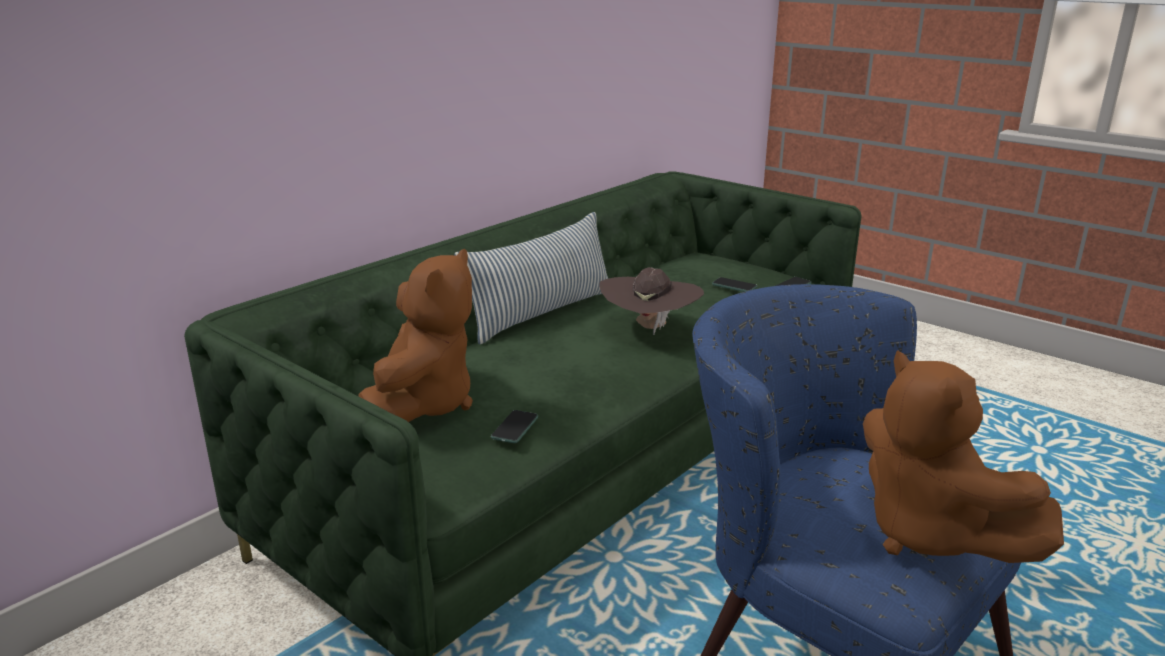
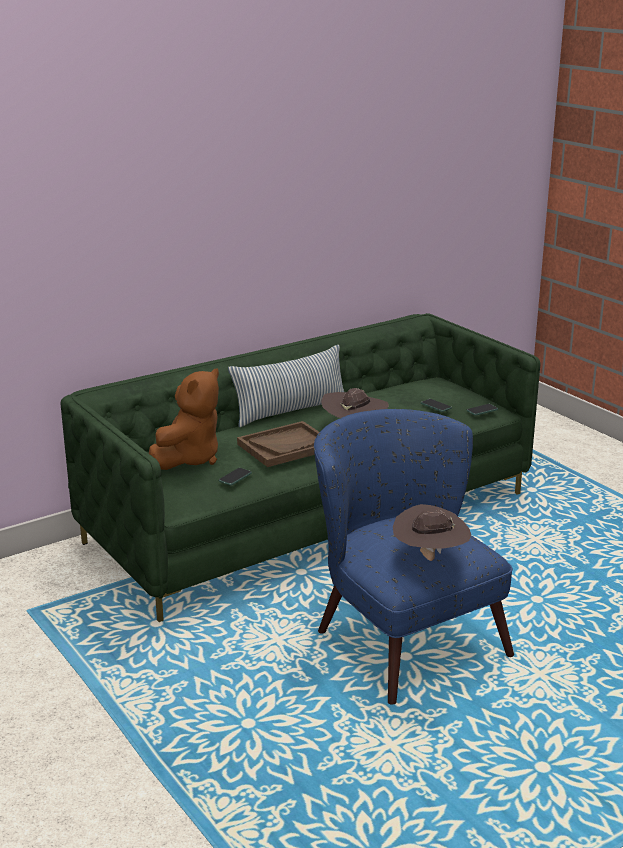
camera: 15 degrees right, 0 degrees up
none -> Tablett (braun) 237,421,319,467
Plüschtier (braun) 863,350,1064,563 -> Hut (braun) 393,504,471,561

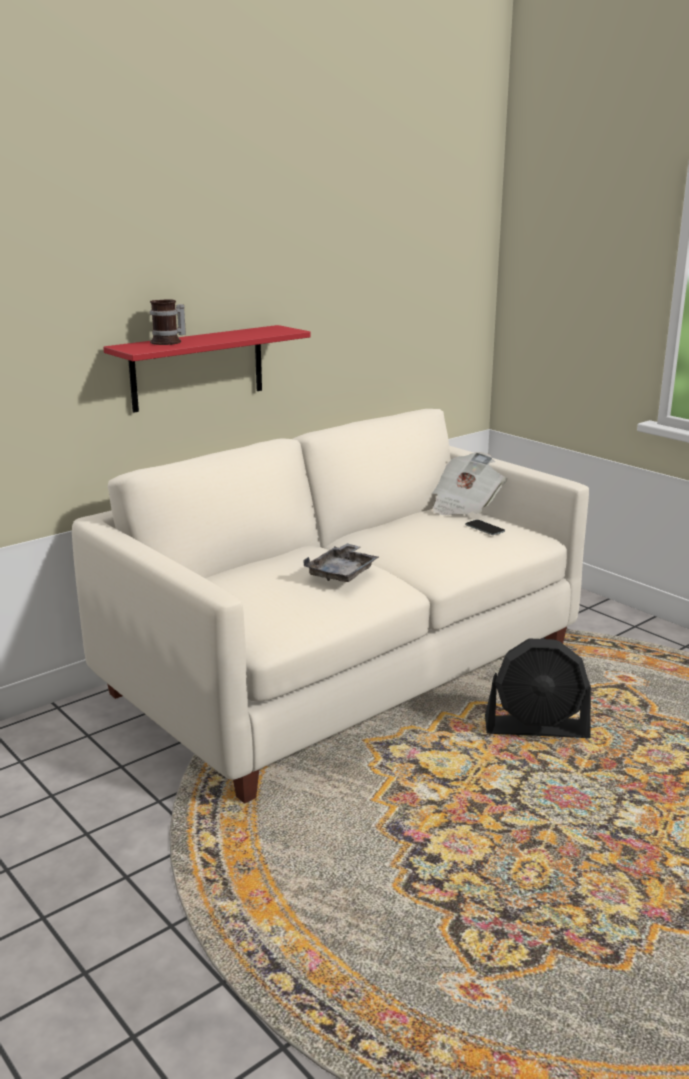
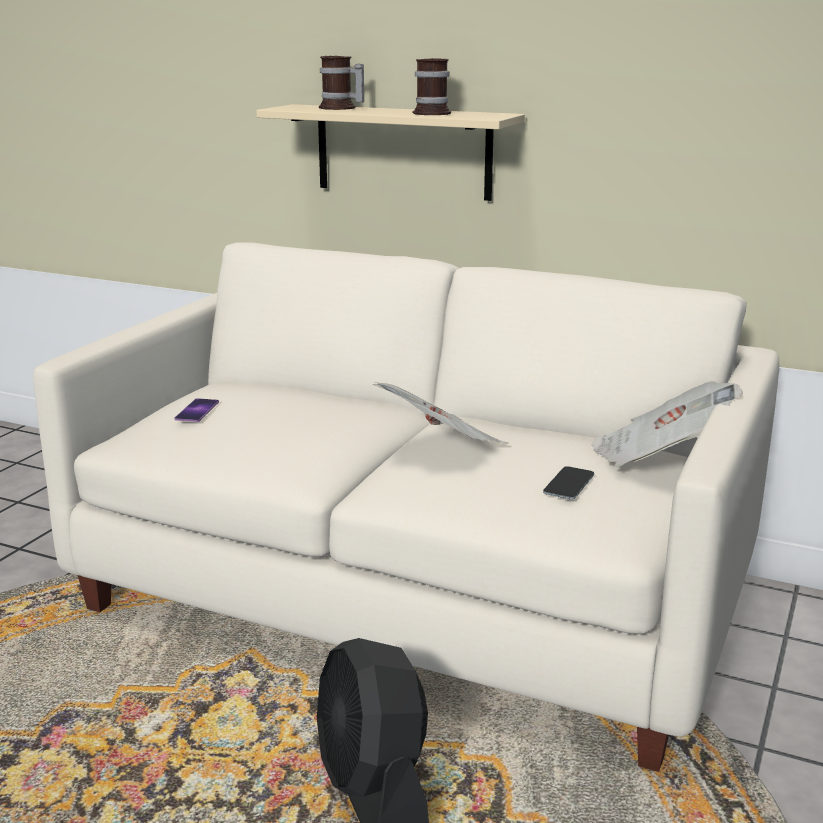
camera: 65 degrees right, 0 degrees up
none -> Handy 175,398,219,422
Wandregal (rot) 103,325,311,412 -> Wandregal (beige) 256,104,525,201
none -> Zeitung 372,383,509,444
none -> Henkelbecher 413,58,451,115
Tablett (grau) 303,543,379,582 -> none

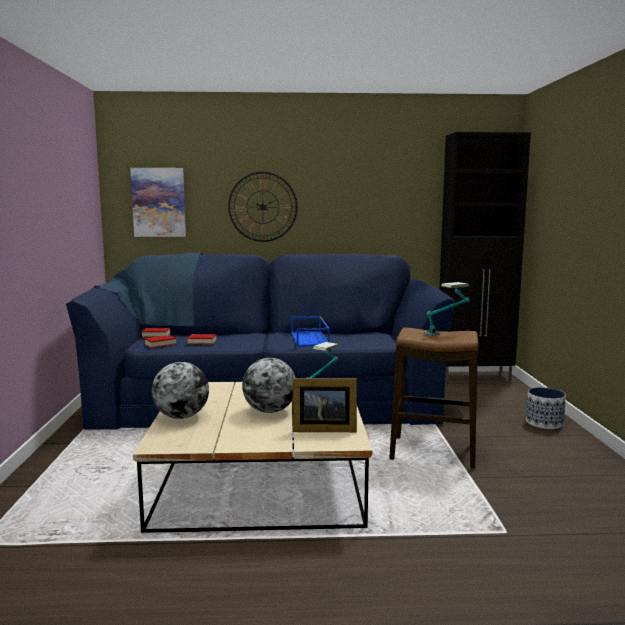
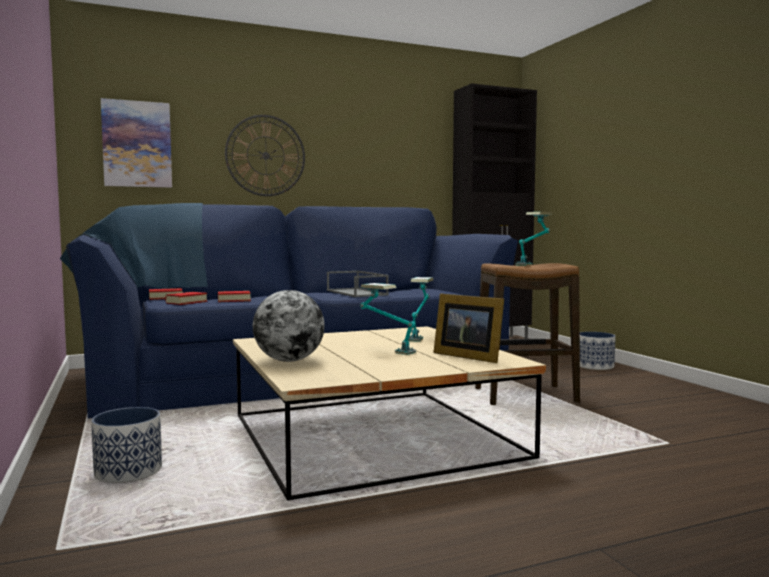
camera: 20 degrees left, 5 degrees down
none -> Pflanzkübel 91,407,162,483
Tablett (blau) 291,316,330,347 -> Tablett (grau) 327,271,389,297
Globus 242,358,296,413 -> Tischlampe 360,283,417,355
Bilderrahmen 293,378,357,432 -> Bilderrahmen 433,293,504,363, 60 degrees clockwise

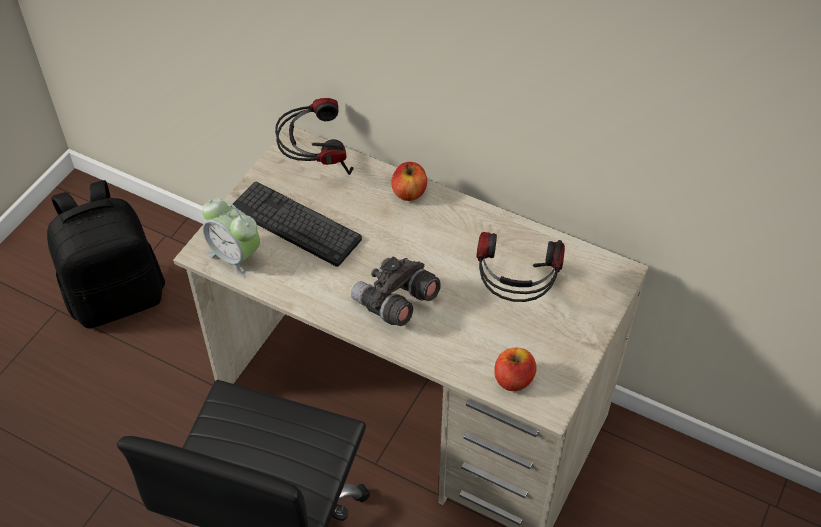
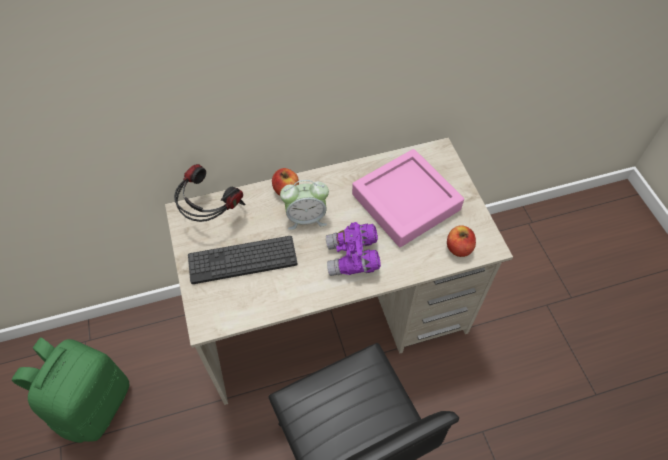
camera: 45 degrees left, 5 degrees up
Rucksack (schwarz) 47,180,165,329 -> Rucksack (grün) 12,337,129,443
Wecker 202,198,260,278 -> Wecker 280,180,329,230, shifted
Fernglas (grau) 351,256,441,326 -> Fernglas (lila) 326,222,381,276
Kopfhörer 477,232,565,302 -> Tablett (rosa) 352,149,464,247

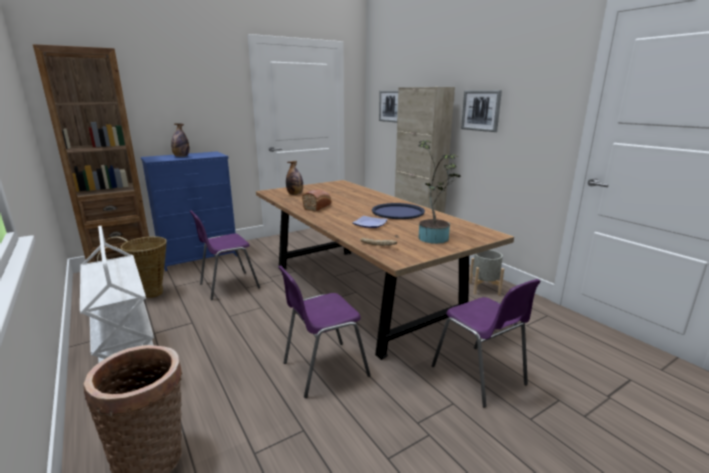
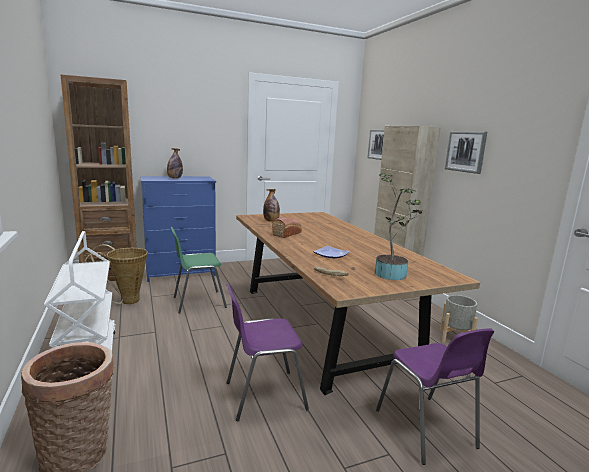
camera: 10 degrees right, 5 degrees down
Stuhl (lila) 190,210,260,300 -> Stuhl (grün) 170,227,227,313
Tablett (blau) 372,203,425,219 -> none

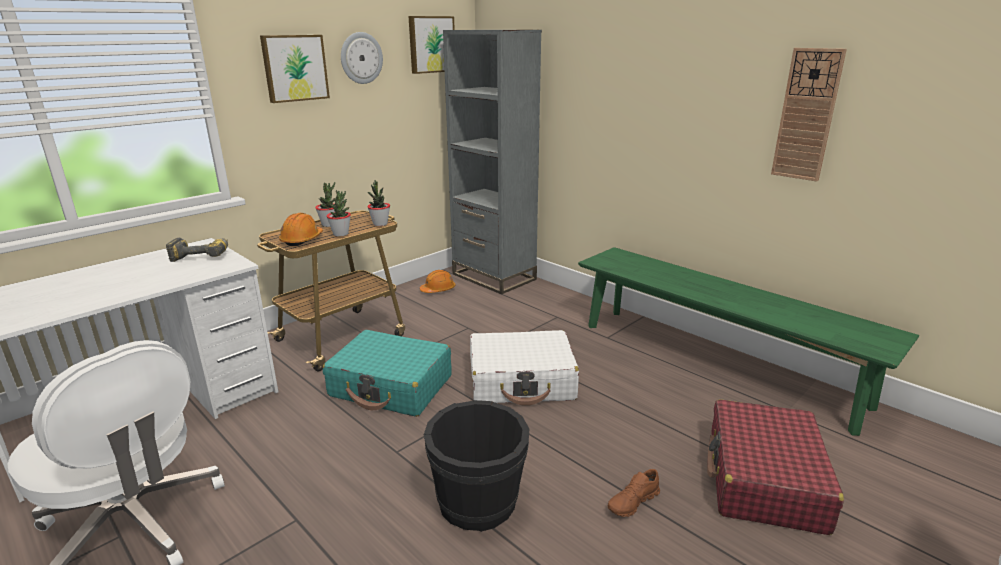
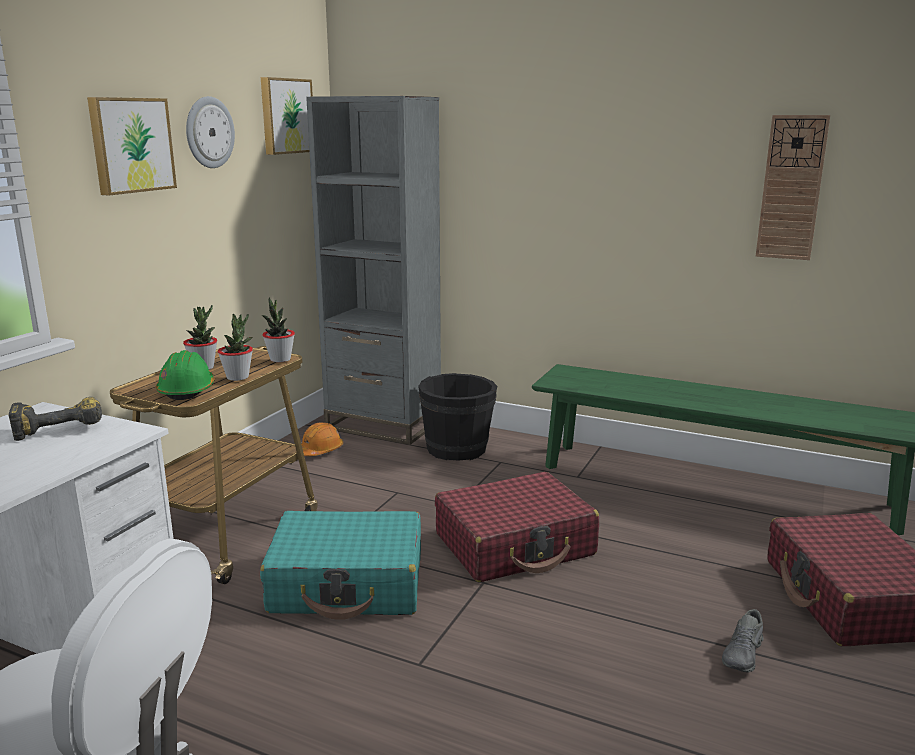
camera: 20 degrees left, 5 degrees down
Schutzhelm (orange) 279,213,323,246 -> Schutzhelm (grün) 156,350,215,400
Eimer (schwarz) 424,400,529,532 -> Eimer (schwarz) 418,373,497,461, shifted
Koffer (weiß) 470,330,579,406 -> Koffer (rot) 435,472,599,582
Schuh (braun) 608,469,660,517 -> Schuh (grau) 722,609,763,673

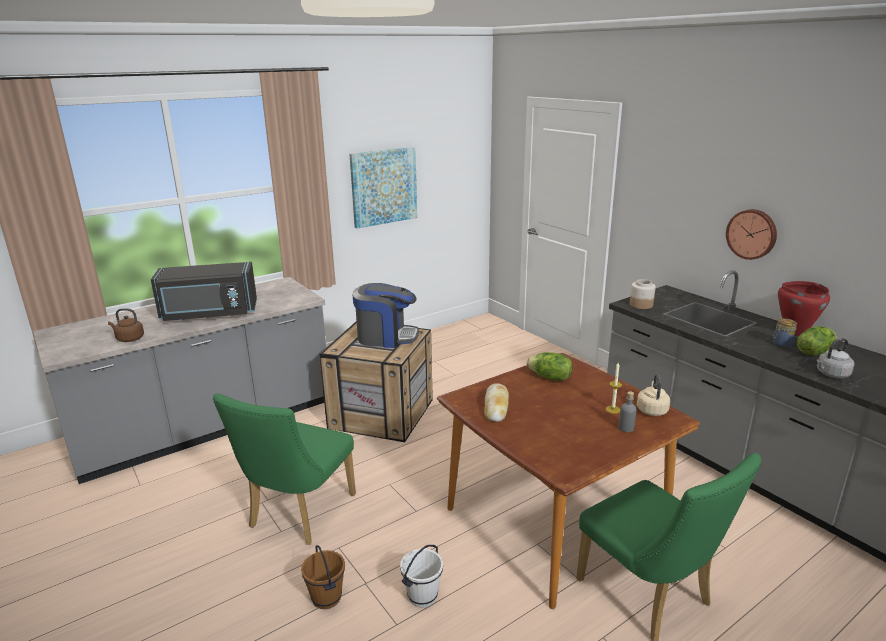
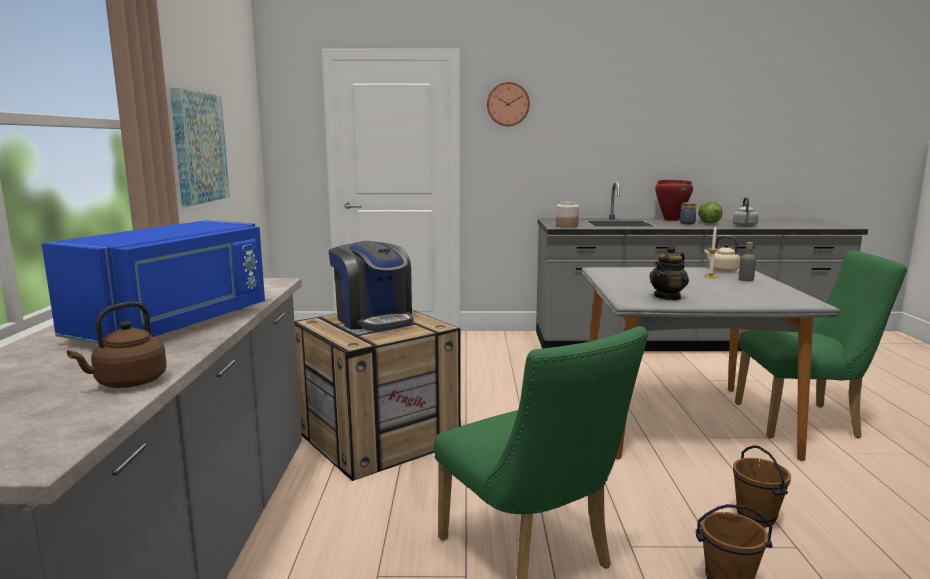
camera: 55 degrees left, 10 degrees down
Mikrowelle (schwarz) 151,262,257,321 -> Mikrowelle (blau) 42,220,265,344
Kaffeemaschine 352,283,419,348 -> Kaffeemaschine 328,241,413,331, 105 degrees clockwise
Wanduhr 726,209,777,260 -> Wanduhr 487,82,530,126, shifted
Esstisch (braun) 437,353,700,609 -> Esstisch (grau) 582,267,840,461
Brot 484,383,509,422 -> Teekanne 650,245,689,301
Eimer (weiß) 400,545,443,607 -> Eimer (braun) 733,445,791,528
Salatkopf 527,352,573,380 -> none

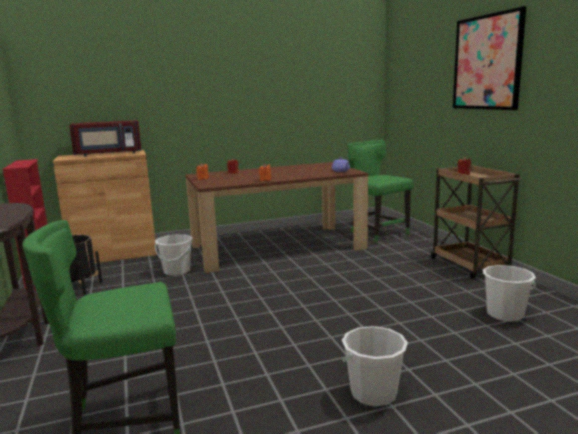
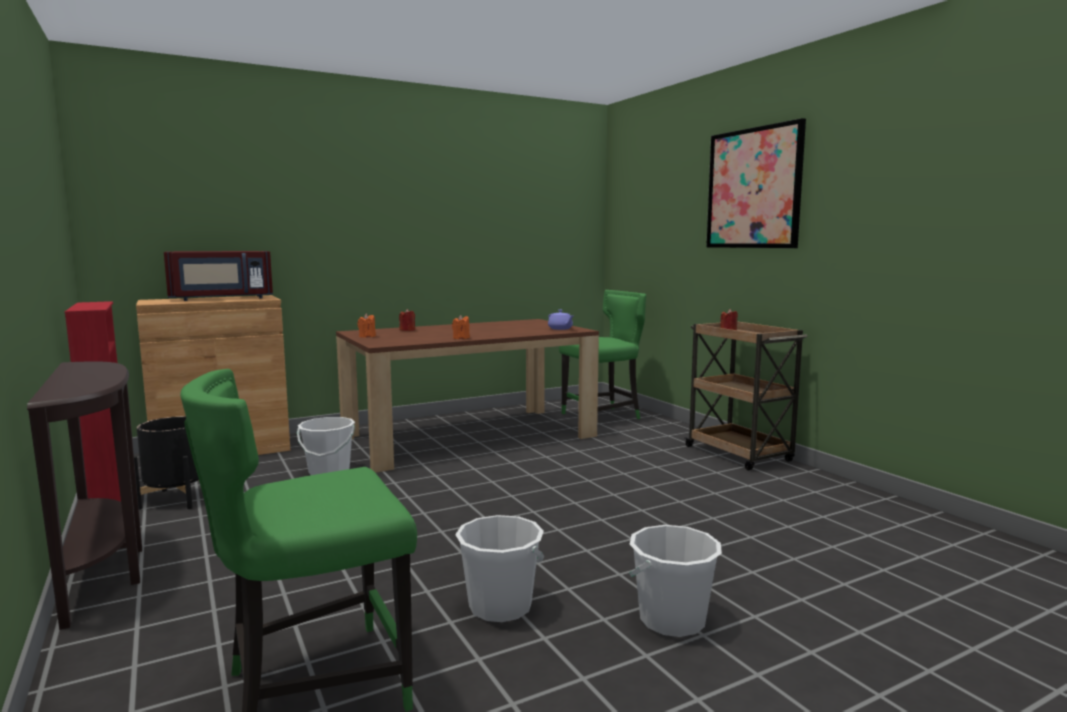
camera: 10 degrees left, 5 degrees down
Eimer (weiß) 483,265,536,321 -> Eimer (weiß) 455,515,545,622, shifted
Stuhl (grün) 348,140,414,243 -> Stuhl (grün) 559,290,646,419, 105 degrees clockwise

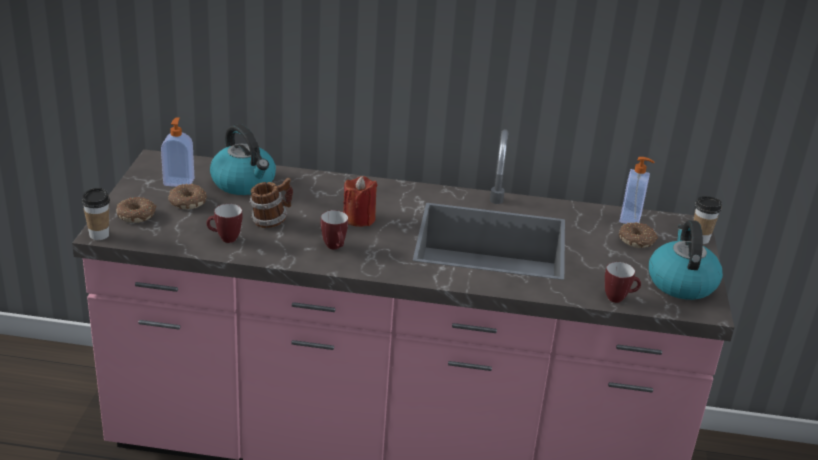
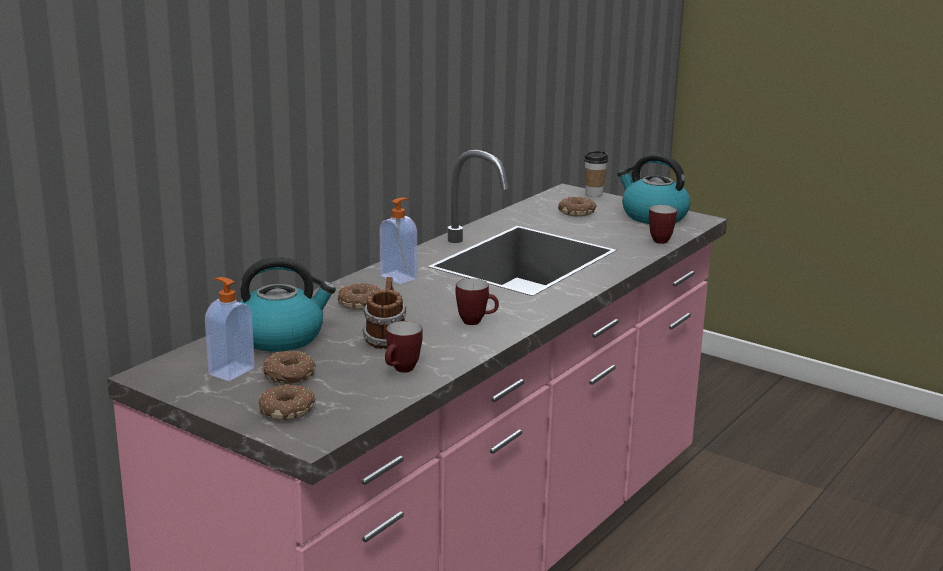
camera: 60 degrees left, 10 degrees down
none -> Donut 338,283,380,310
Seifenspender 619,157,654,224 -> Seifenspender 380,197,417,284, shifted
Tasse 82,188,110,240 -> none
Kerze (rot) 343,176,378,227 -> none

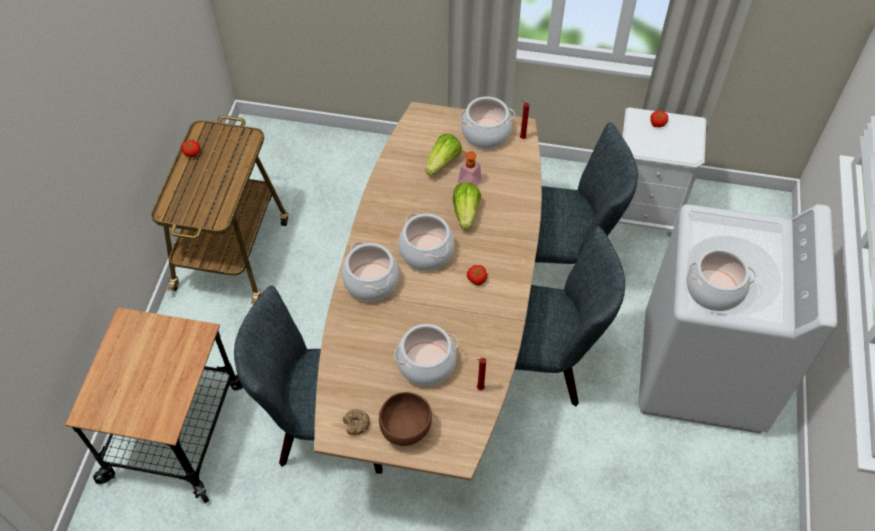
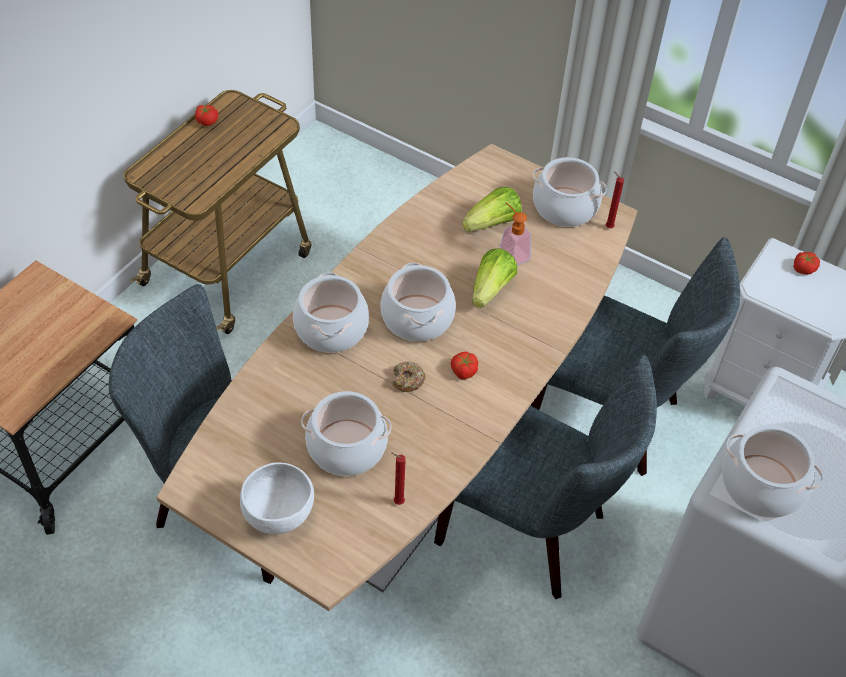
camera: 20 degrees right, 5 degrees down
Schüssel (braun) 379,392,432,446 -> Schüssel (weiß) 240,462,314,534
Donut 343,409,370,435 -> Donut 393,362,426,392, shifted

